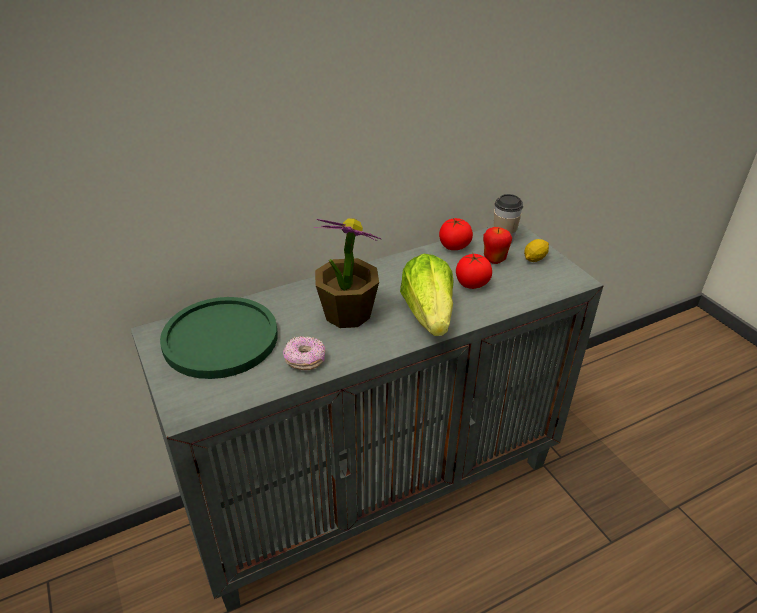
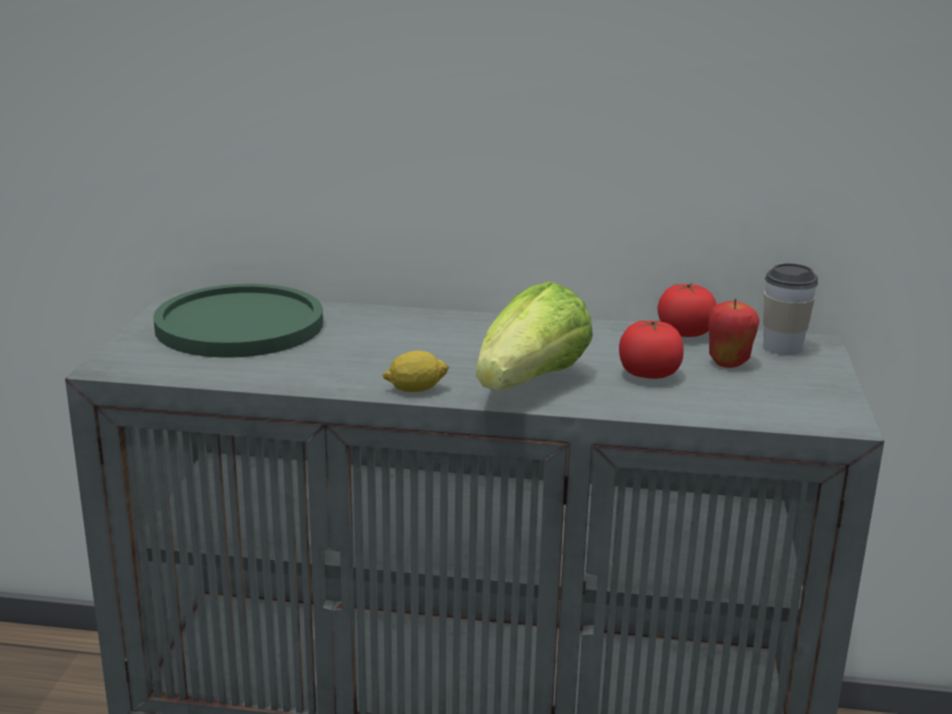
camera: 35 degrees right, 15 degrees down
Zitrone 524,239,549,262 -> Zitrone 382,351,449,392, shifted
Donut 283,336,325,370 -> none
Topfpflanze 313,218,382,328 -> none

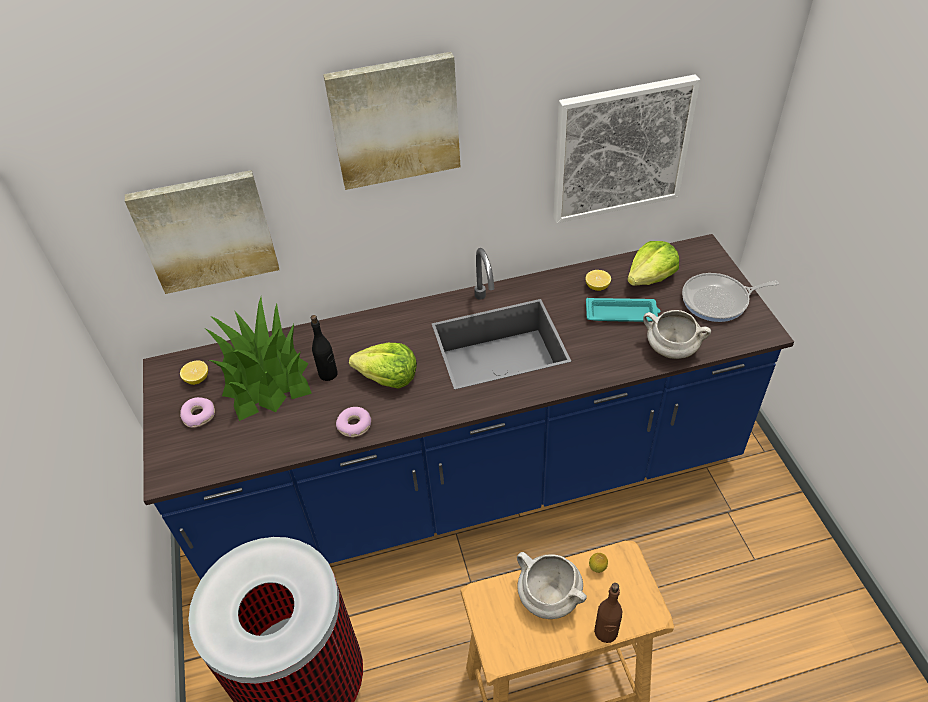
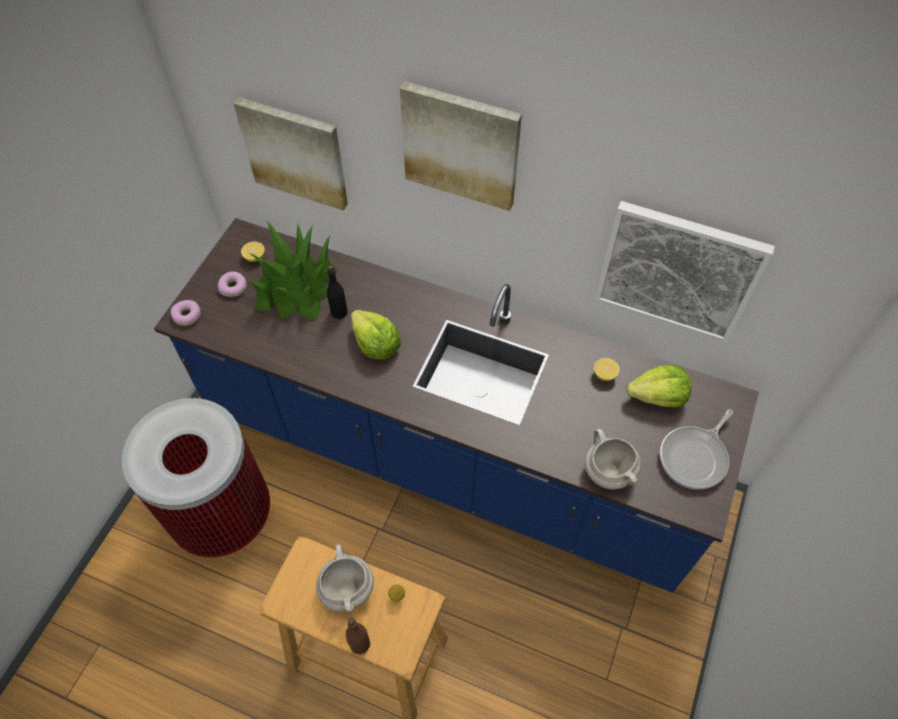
camera: 35 degrees right, 10 degrees up
Donut 336,407,371,437 -> Donut 170,300,201,326, shifted
Pfanne 682,273,779,322 -> Pfanne 660,409,733,490, 75 degrees counterclockwise
Tablett (türkis) 586,298,660,322 -> none

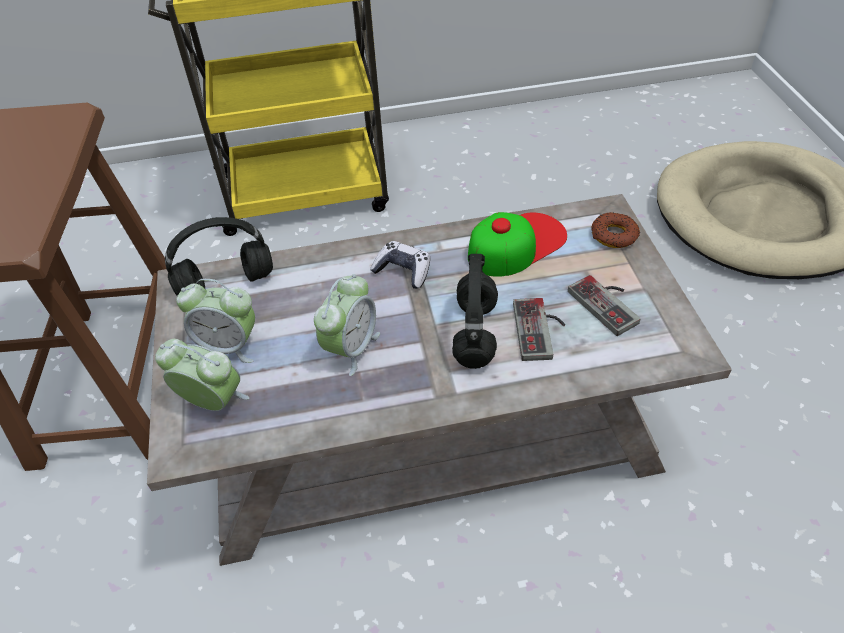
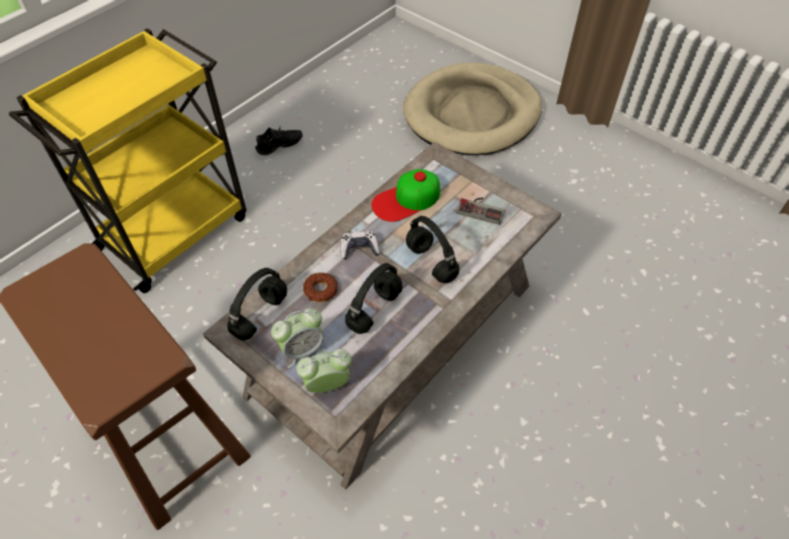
camera: 40 degrees left, 5 degrees up
none -> Schuh (schwarz) 255,127,302,155
Donut 591,212,640,248 -> Donut 303,273,338,302, shifted
Wecker 314,274,380,376 -> Kopfhörer (schwarz) 345,263,402,334
Kappe 468,212,567,277 -> Kappe 371,169,440,222, 135 degrees counterclockwise
Gamepad 513,298,566,361 -> none

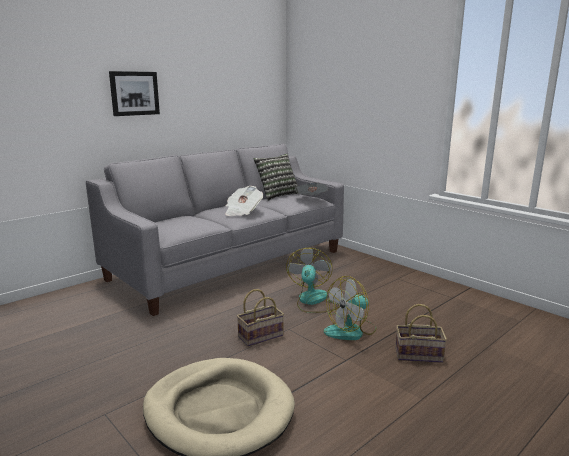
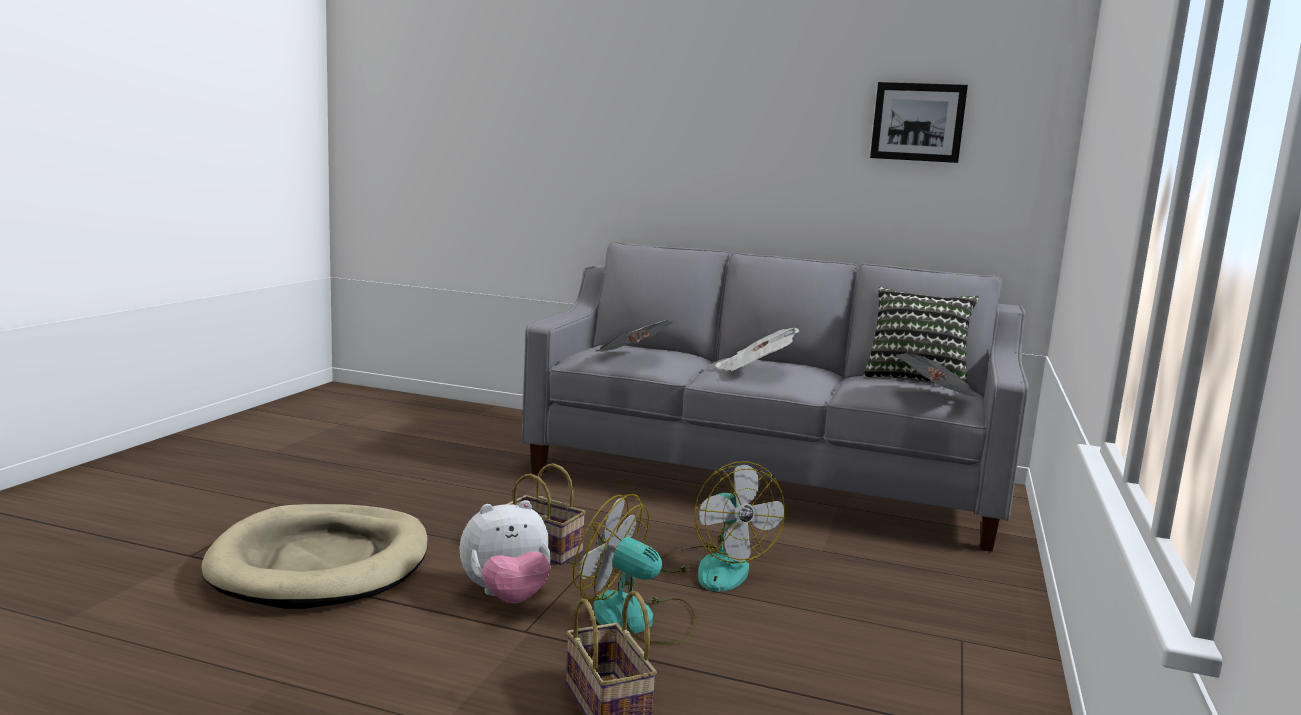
camera: 60 degrees right, 5 degrees down
none -> Plüschtier 459,500,551,603
none -> Zeitung 596,320,672,351
Ventilator 286,248,339,313 -> Ventilator 661,461,785,592, 90 degrees clockwise
Bild 109,71,160,116 -> Bild 870,82,968,163, shifted

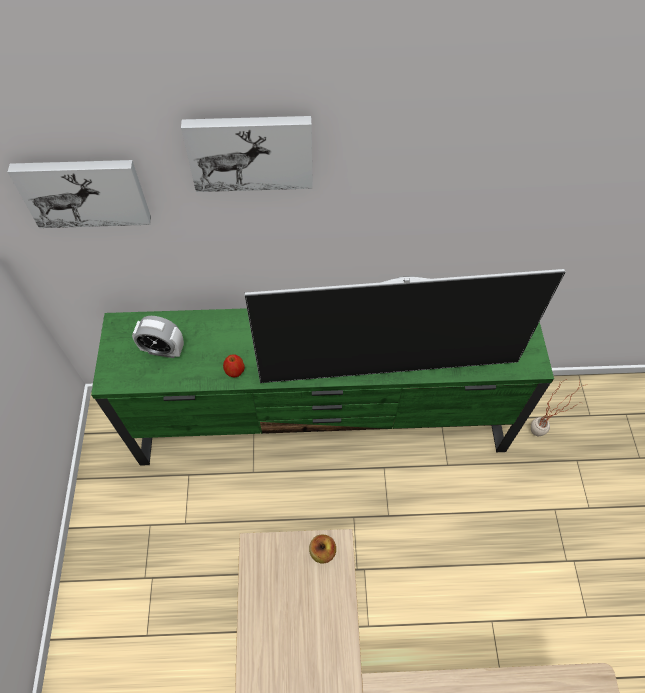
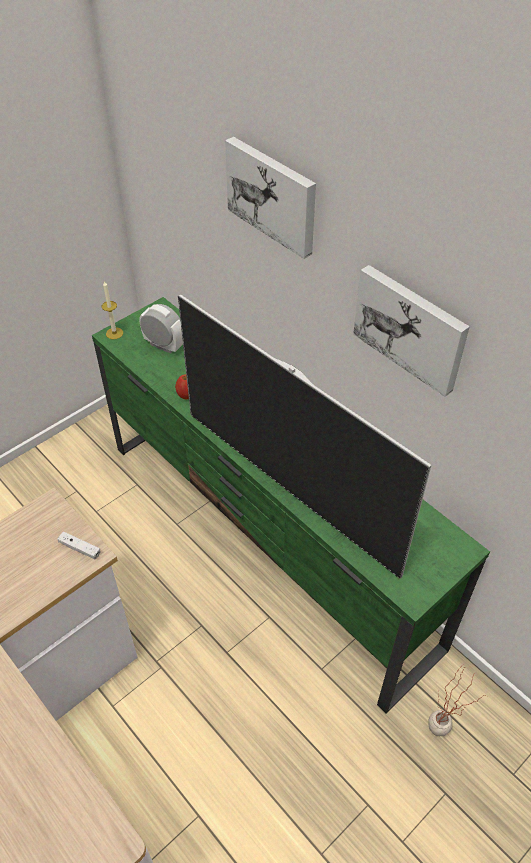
camera: 50 degrees right, 10 degrees down
Apfel 309,535,336,563 -> Gamepad (weiß) 57,531,101,559
none -> Kerze 102,281,123,339
Wecker 132,316,184,358 -> Wecker 140,304,183,354, 150 degrees clockwise
Bild 8,160,151,228 -> Bild 353,265,470,397, shifted

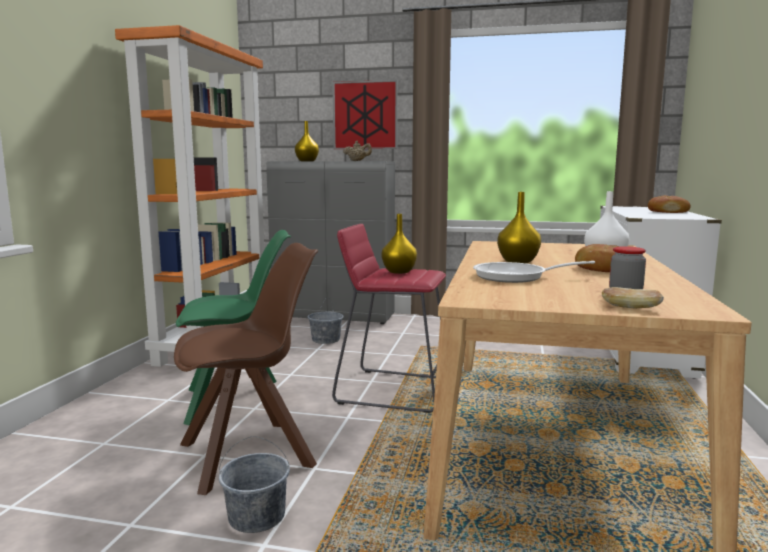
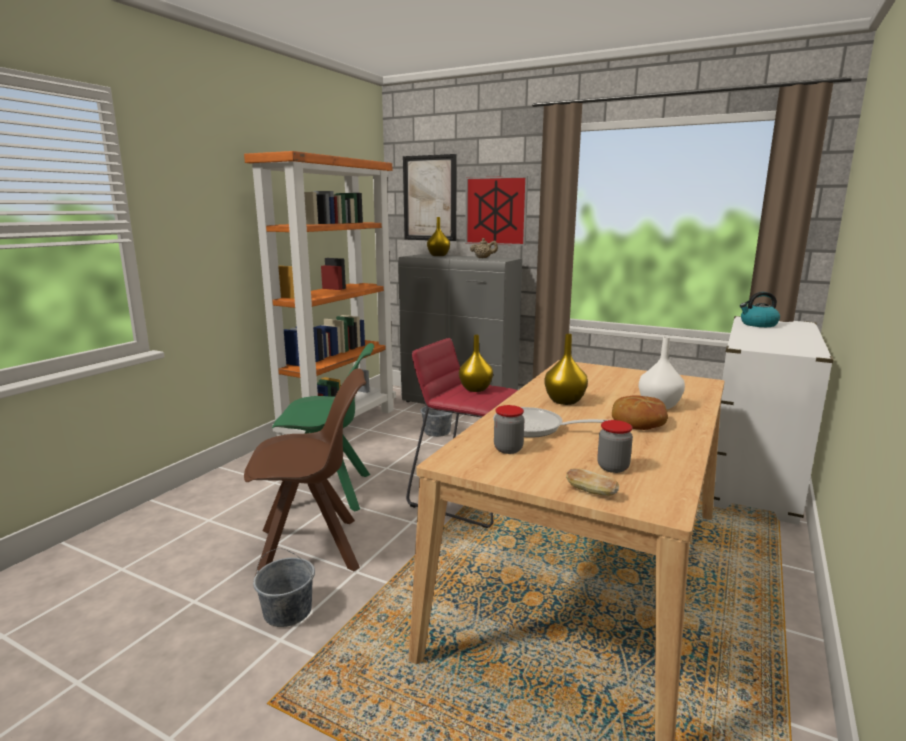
camera: 15 degrees right, 5 degrees up
none -> Bild 403,154,457,241
none -> Vorratsglas 494,405,525,454
none -> Wasserkessel 740,292,780,327
Brot 648,195,691,213 -> none

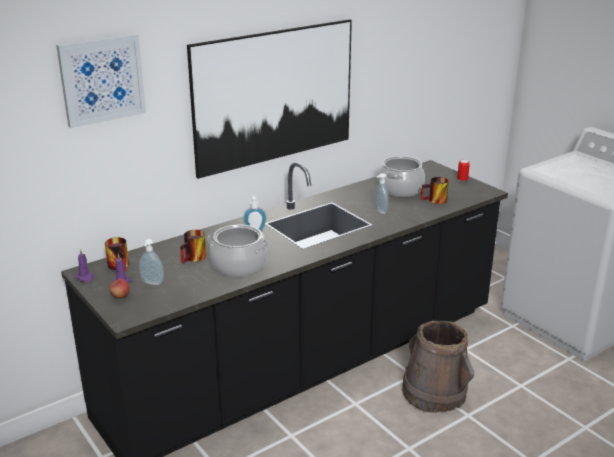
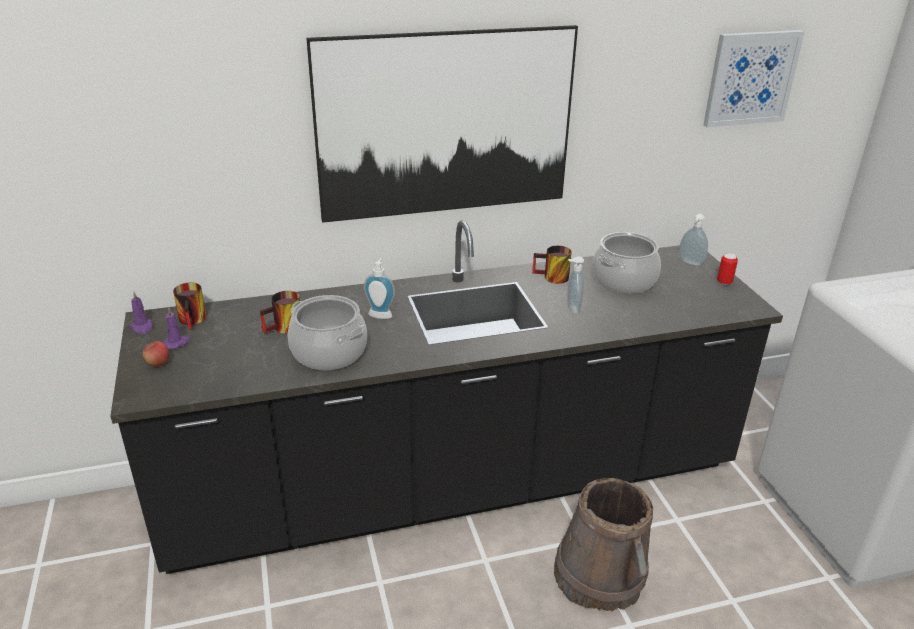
camera: 20 degrees right, 5 degrees up
Henkelbecher 421,177,449,204 -> Henkelbecher 532,246,572,284, shifted
Seifenspender 139,239,164,285 -> Seifenspender 679,214,708,266, shifted
Bild 56,34,146,128 -> Bild 703,30,805,127, shifted

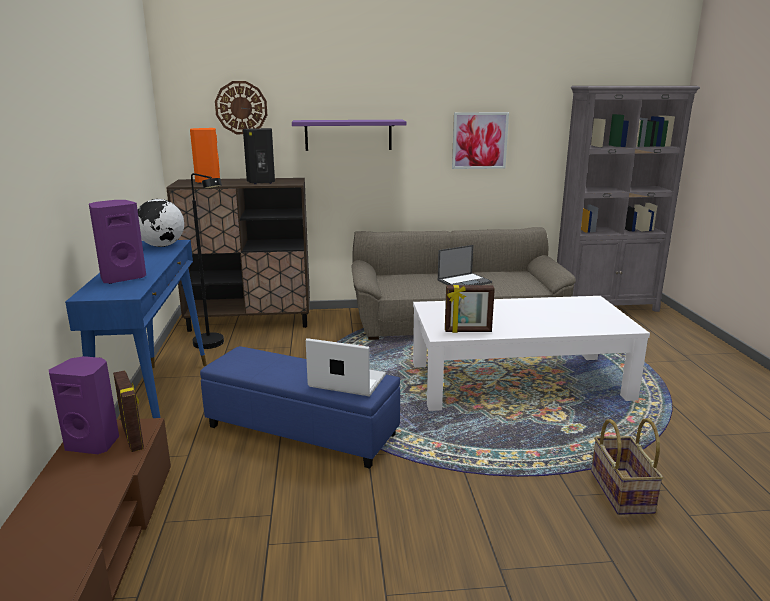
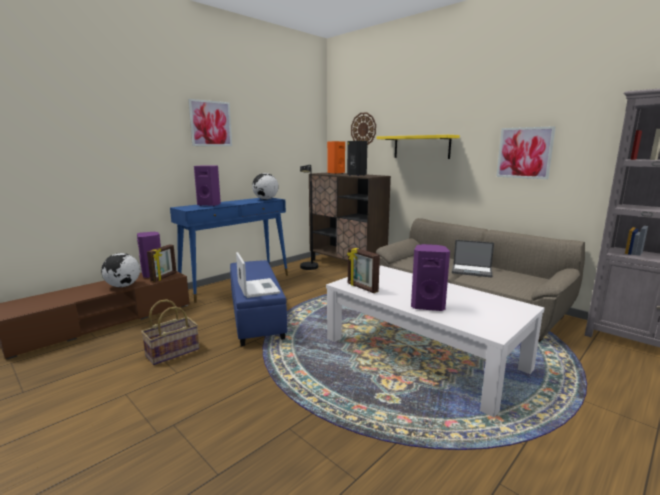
camera: 50 degrees right, 5 degrees down
none -> Globus 101,253,140,287
Korb 591,418,664,515 -> Korb 141,299,199,365, shifted
none -> Bild 188,99,232,146
Wandregal (lila) 292,120,406,151 -> Wandregal (gelb) 376,135,460,159
none -> Lautsprecher (lila) 411,244,450,311

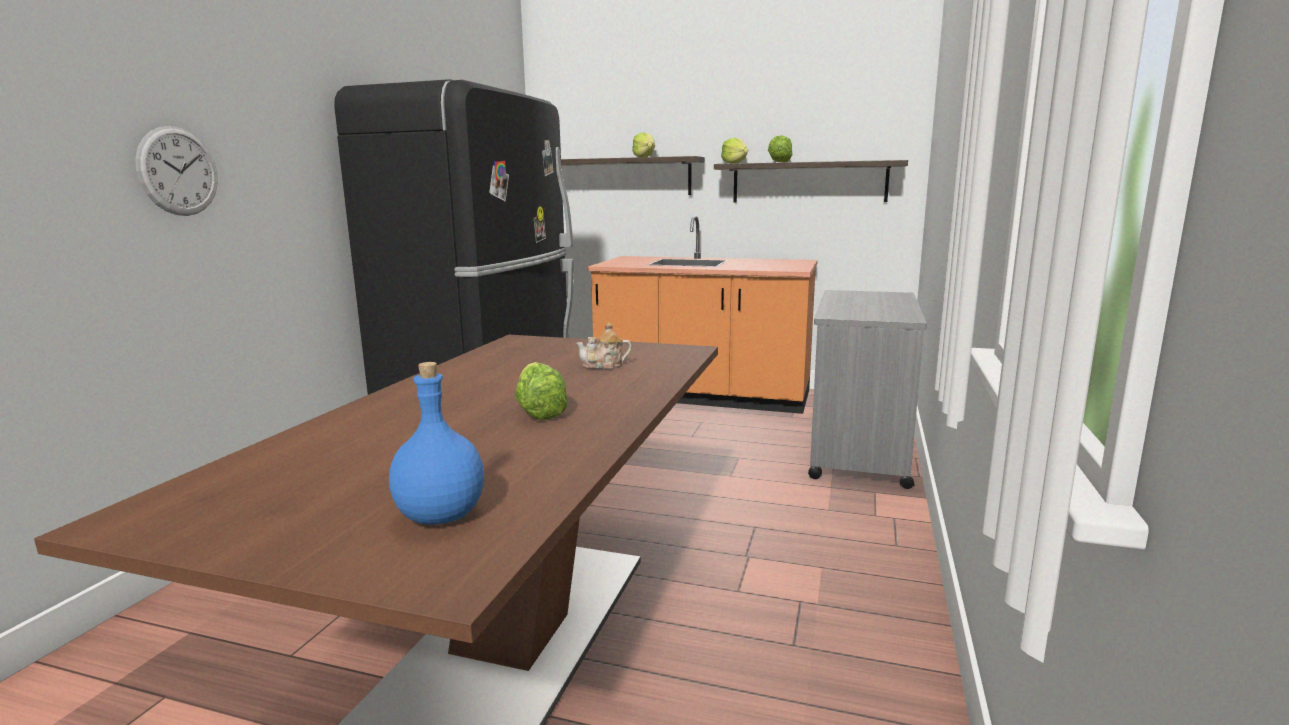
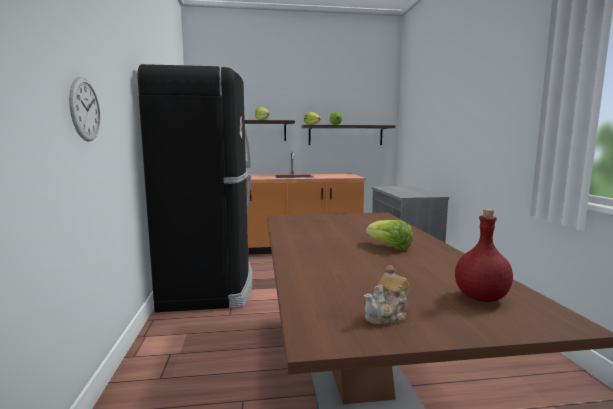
camera: 25 degrees left, 5 degrees down
Teekanne 576,322,631,369 -> Teekanne 364,265,410,325, shifted
Flasche (blau) 389,362,484,525 -> Flasche (rot) 455,209,513,302

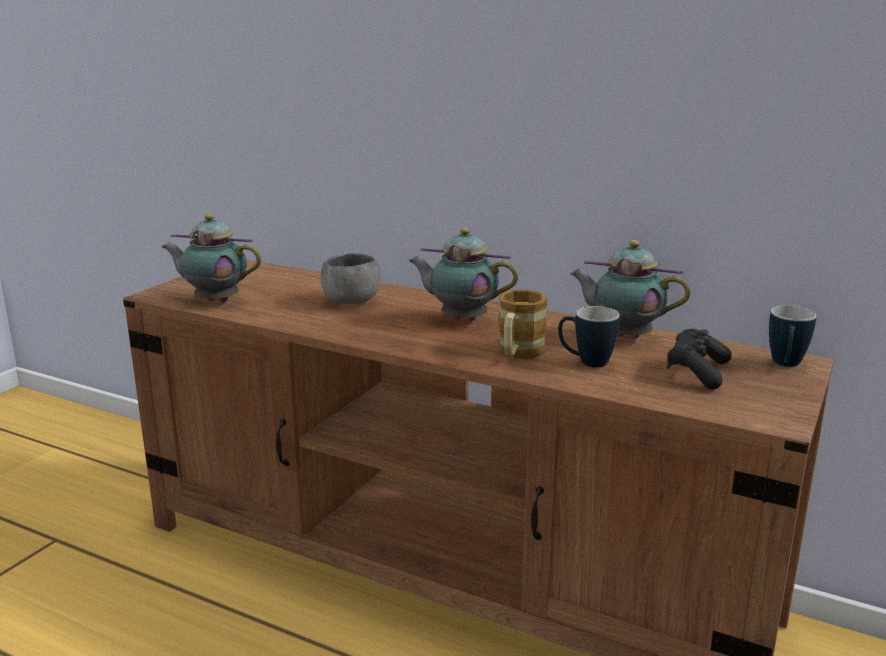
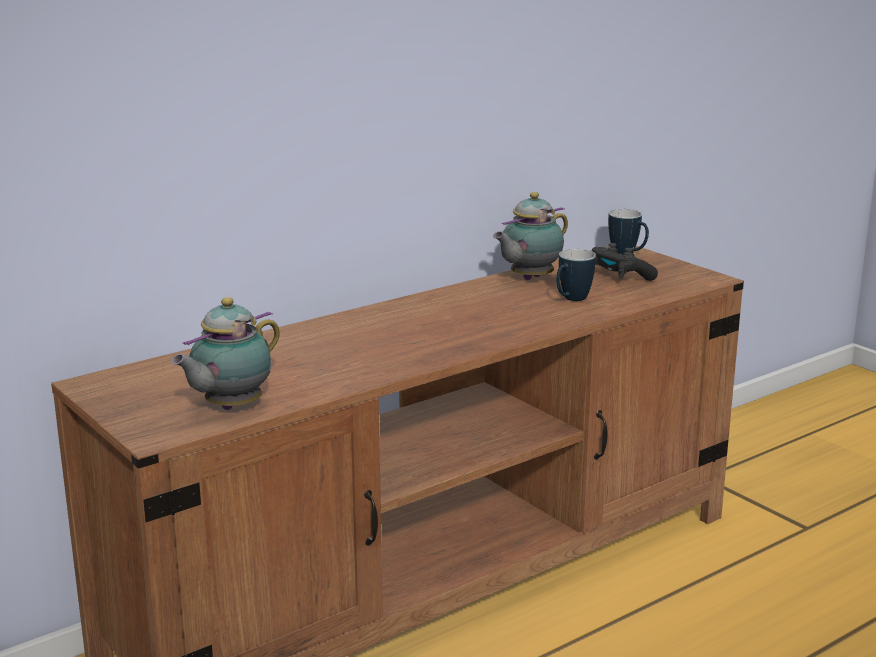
camera: 65 degrees left, 0 degrees up
Schüssel (grau) 320,253,382,304 -> none
Teekanne 409,228,518,321 -> none
Henkelbecher 498,290,548,358 -> none

